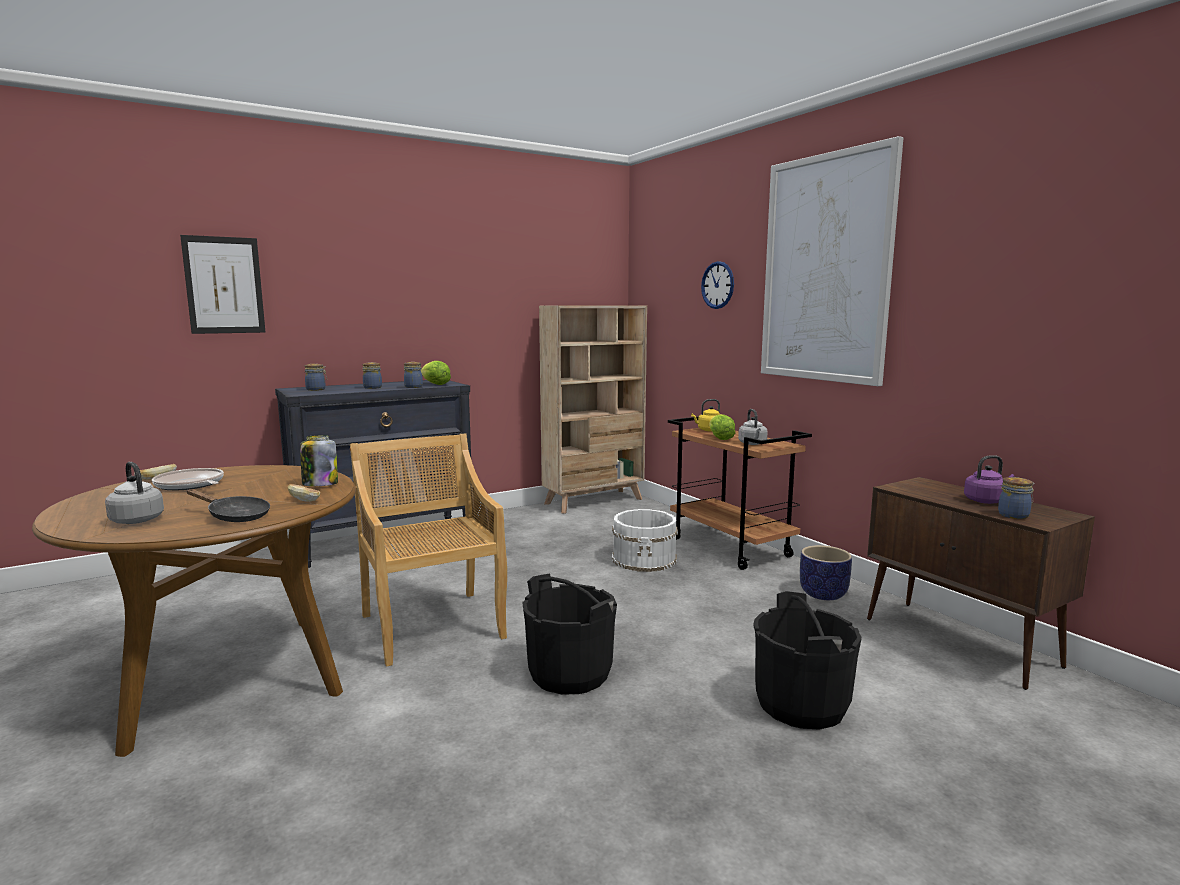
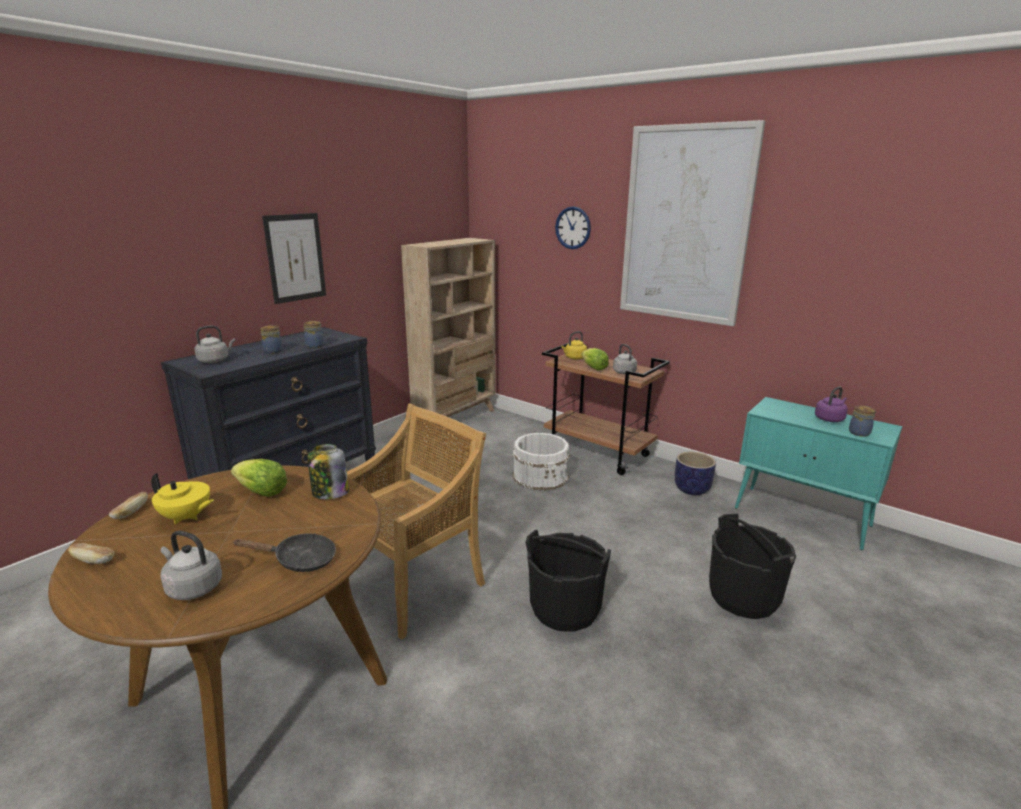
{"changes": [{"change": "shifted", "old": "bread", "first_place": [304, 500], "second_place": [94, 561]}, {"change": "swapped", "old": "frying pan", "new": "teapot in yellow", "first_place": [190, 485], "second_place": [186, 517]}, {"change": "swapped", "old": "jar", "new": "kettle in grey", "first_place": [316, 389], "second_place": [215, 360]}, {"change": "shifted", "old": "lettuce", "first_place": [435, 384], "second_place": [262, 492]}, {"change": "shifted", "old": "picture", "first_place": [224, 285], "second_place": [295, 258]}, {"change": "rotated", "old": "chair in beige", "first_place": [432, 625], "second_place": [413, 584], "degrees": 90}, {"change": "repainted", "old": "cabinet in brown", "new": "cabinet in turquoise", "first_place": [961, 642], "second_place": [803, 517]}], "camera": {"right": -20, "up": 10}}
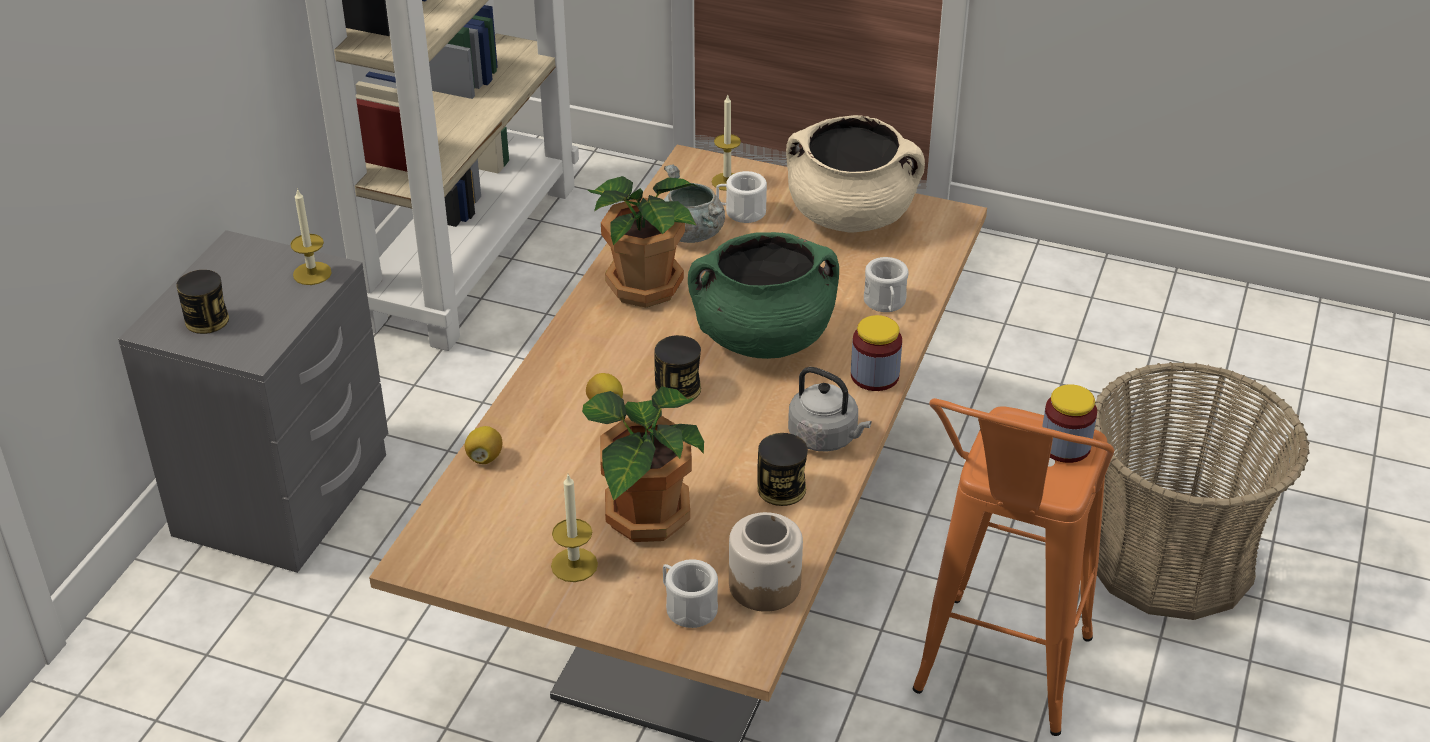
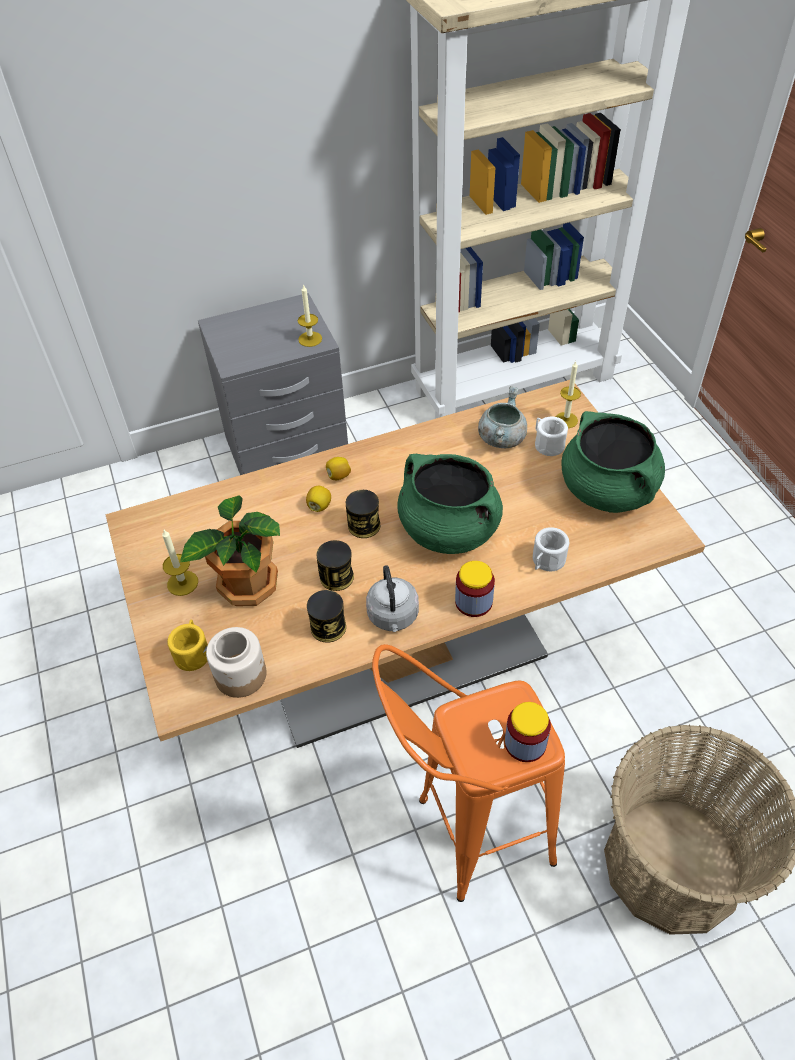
{"changes": [{"change": "repainted", "old": "mug in white", "new": "mug in yellow", "first_place": [687, 606], "second_place": [193, 652]}, {"change": "shifted", "old": "can", "first_place": [207, 320], "second_place": [336, 577]}, {"change": "shifted", "old": "lemon", "first_place": [485, 457], "second_place": [338, 476]}, {"change": "repainted", "old": "cooking pot in beige", "new": "cooking pot in green", "first_place": [851, 216], "second_place": [607, 490]}, {"change": "gone", "old": "potted plant", "first_place": [644, 284]}], "camera": {"right": 50, "up": 10}}
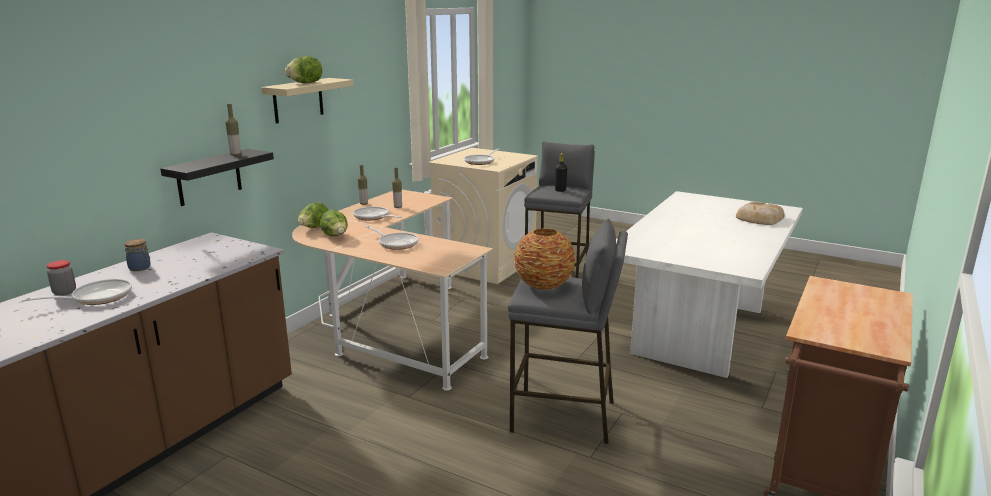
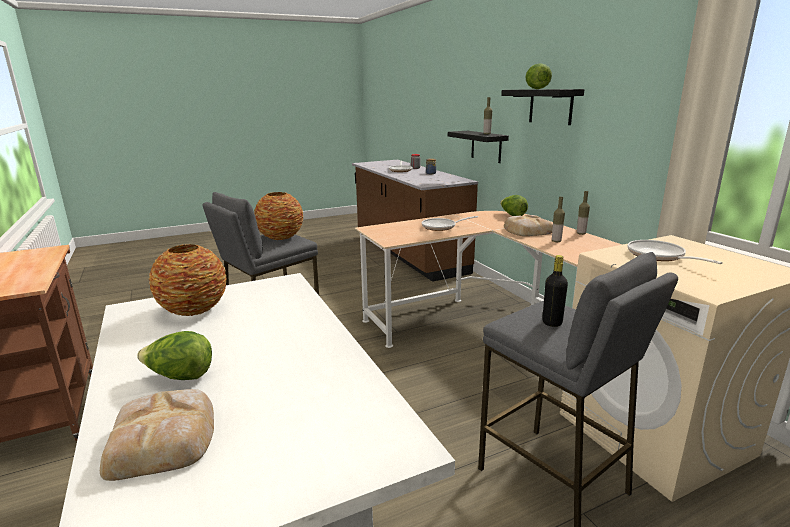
{"changes": [{"change": "shifted", "old": "lettuce", "first_place": [336, 236], "second_place": [180, 377]}, {"change": "new", "new": "vase", "second_place": [193, 310]}, {"change": "repainted", "old": "shelf in beige", "new": "shelf in black", "first_place": [298, 100], "second_place": [550, 106]}, {"change": "swapped", "old": "frying pan", "new": "bread", "first_place": [373, 217], "second_place": [526, 230]}], "camera": {"right": 125, "up": 0}}
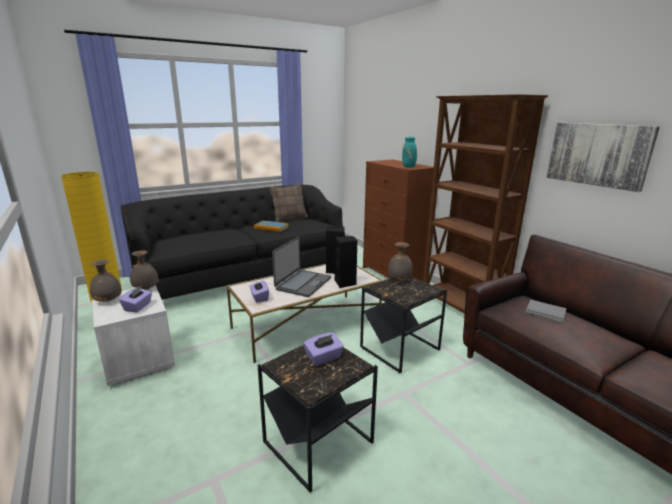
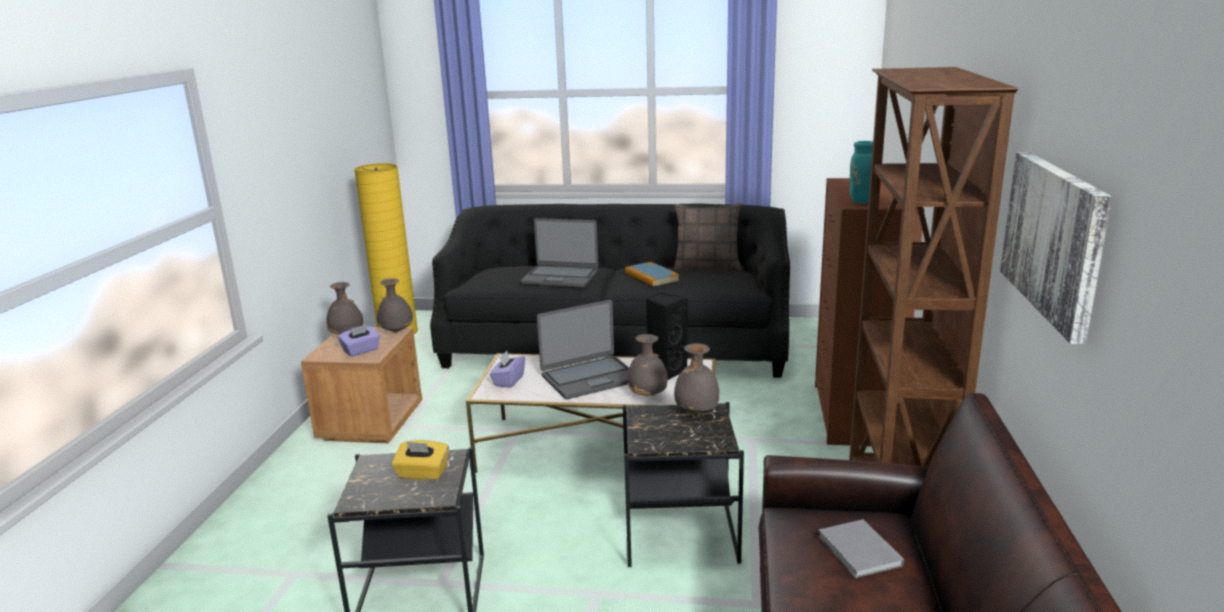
{"changes": [{"change": "repainted", "old": "nightstand in white", "new": "nightstand in brown", "first_place": [139, 361], "second_place": [371, 423]}, {"change": "repainted", "old": "tissue box in purple", "new": "tissue box in yellow", "first_place": [323, 358], "second_place": [422, 474]}, {"change": "new", "new": "laptop", "second_place": [560, 277]}, {"change": "swapped", "old": "speaker in black", "new": "vase in grey", "first_place": [345, 283], "second_place": [648, 395]}], "camera": {"right": 40, "up": 0}}
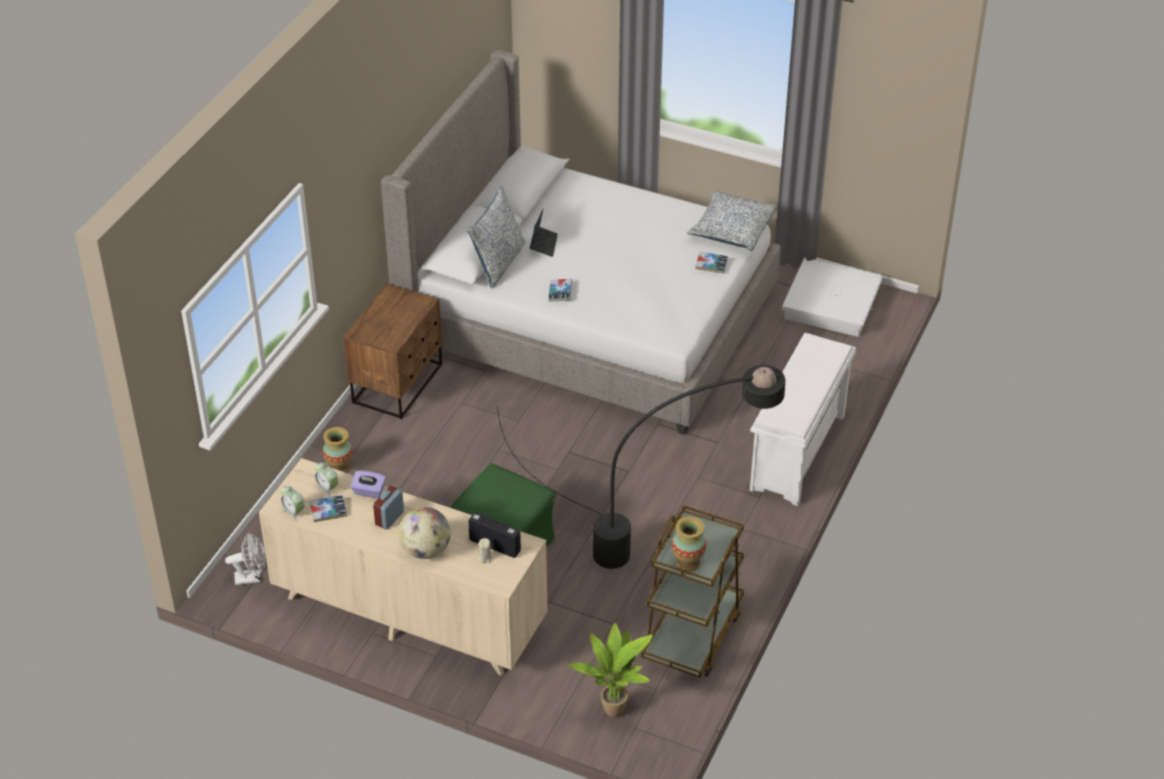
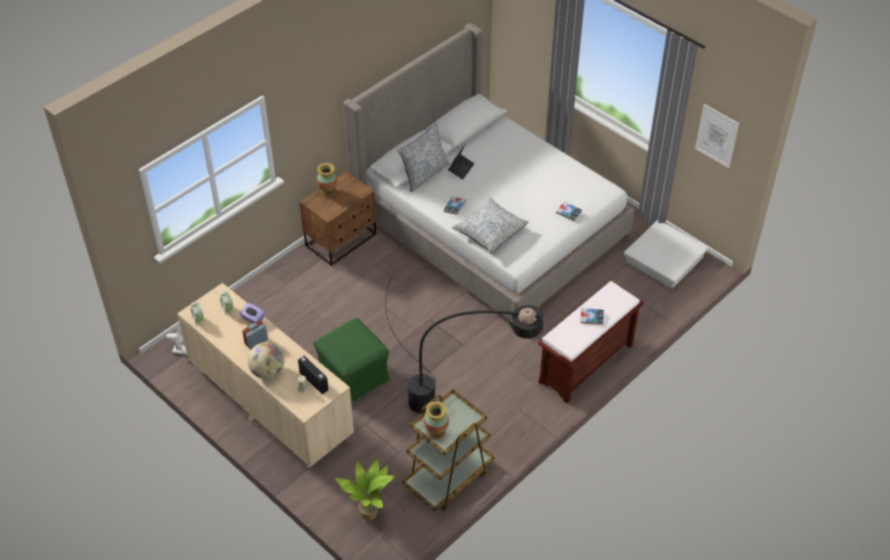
{"changes": [{"change": "shifted", "old": "vase", "first_place": [339, 468], "second_place": [328, 191]}, {"change": "shifted", "old": "pillow", "first_place": [732, 229], "second_place": [490, 231]}, {"change": "repainted", "old": "bench in white", "new": "bench in brown", "first_place": [798, 454], "second_place": [585, 365]}, {"change": "shifted", "old": "book", "first_place": [328, 511], "second_place": [591, 318]}, {"change": "new", "new": "picture", "second_place": [716, 136]}], "camera": {"right": 20, "up": 5}}
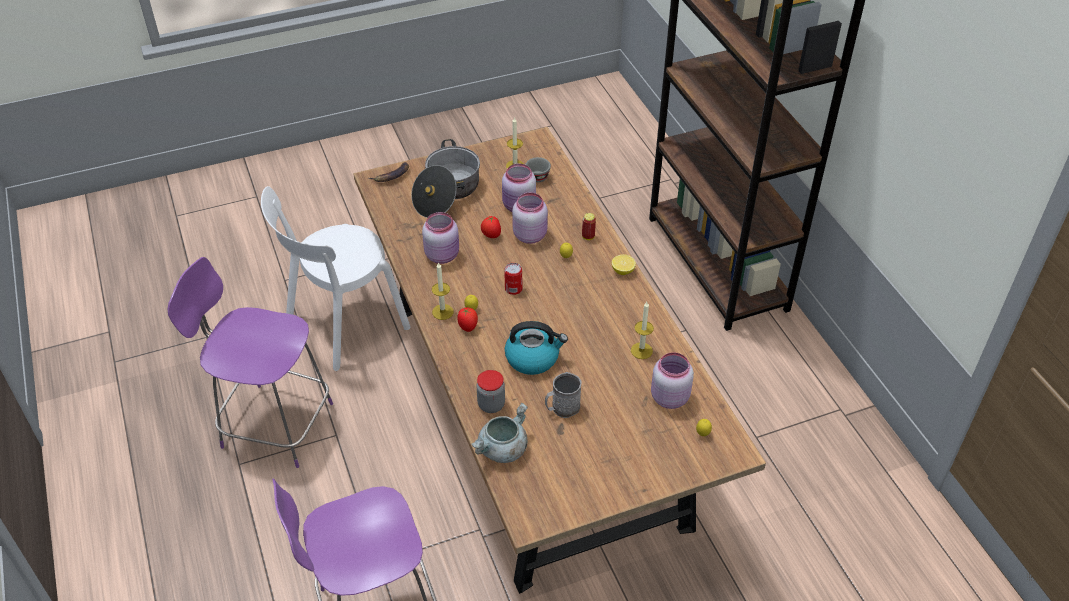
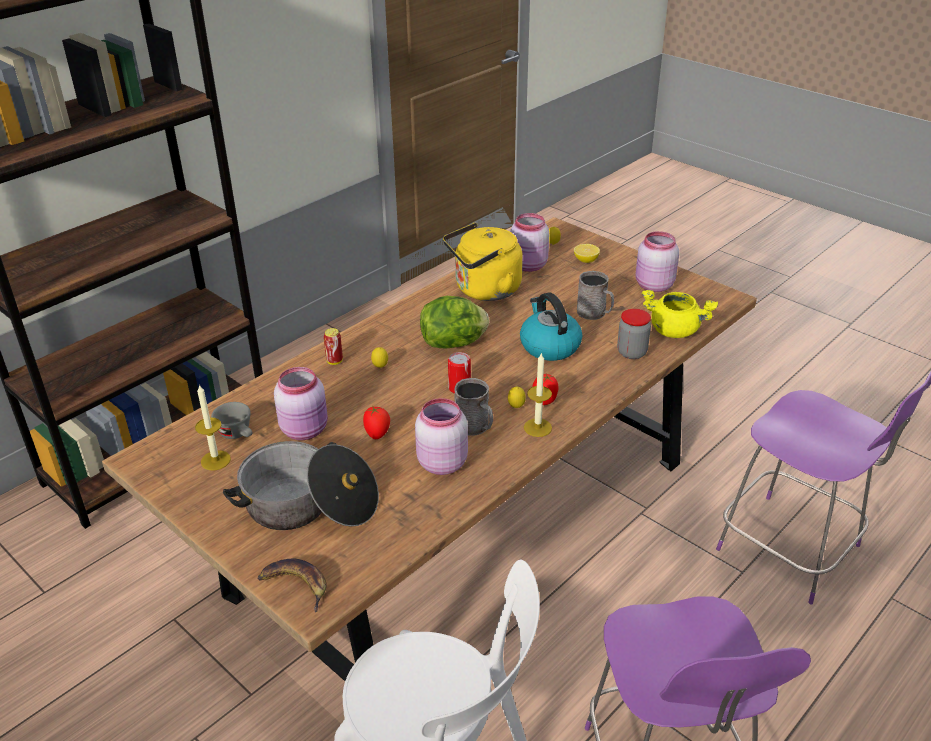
{"changes": [{"change": "new", "new": "lettuce", "second_place": [454, 344]}, {"change": "swapped", "old": "candle", "new": "kettle in yellow", "first_place": [641, 350], "second_place": [484, 290]}, {"change": "new", "new": "mug in grey", "second_place": [475, 427]}, {"change": "shifted", "old": "lemon", "first_place": [623, 271], "second_place": [586, 260]}, {"change": "shifted", "old": "jar in pink", "first_place": [530, 235], "second_place": [653, 285]}, {"change": "repainted", "old": "cooking pot in grey", "new": "cooking pot in yellow", "first_place": [502, 450], "second_place": [674, 330]}], "camera": {"right": -115, "up": -10}}
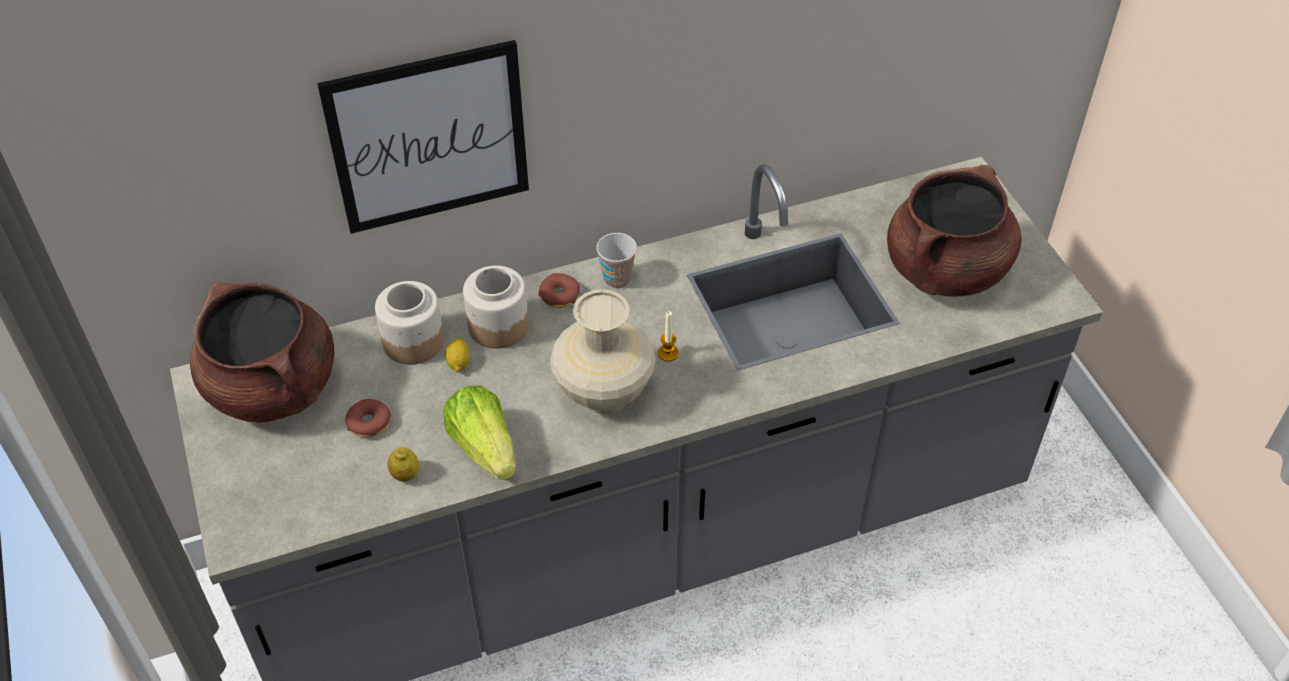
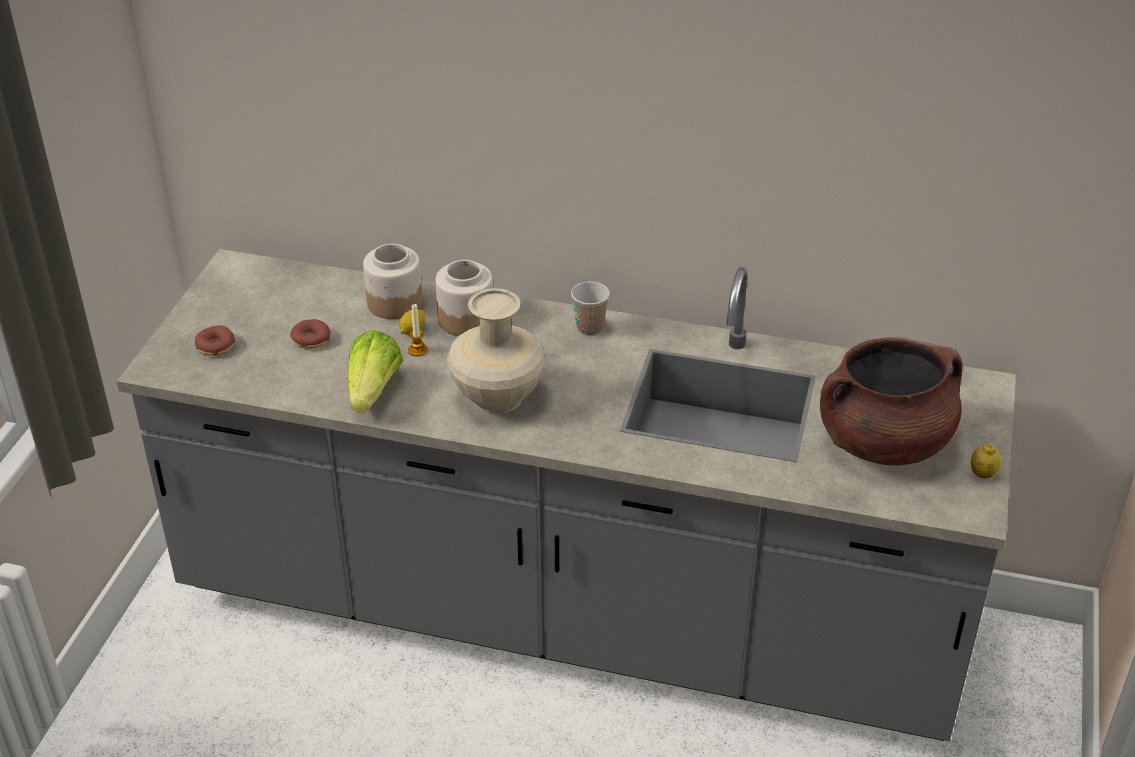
{"changes": [{"change": "shifted", "old": "donut", "first_place": [559, 295], "second_place": [216, 346]}, {"change": "shifted", "old": "candle", "first_place": [668, 353], "second_place": [417, 350]}, {"change": "shifted", "old": "lemon", "first_place": [405, 474], "second_place": [982, 474]}, {"change": "gone", "old": "cooking pot in brown", "first_place": [273, 387]}, {"change": "gone", "old": "picture", "first_place": [429, 138]}], "camera": {"right": 35, "up": -10}}
